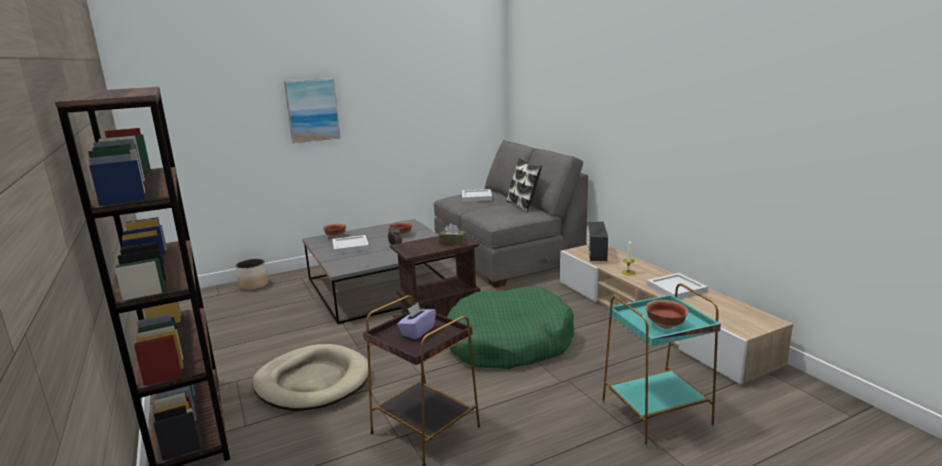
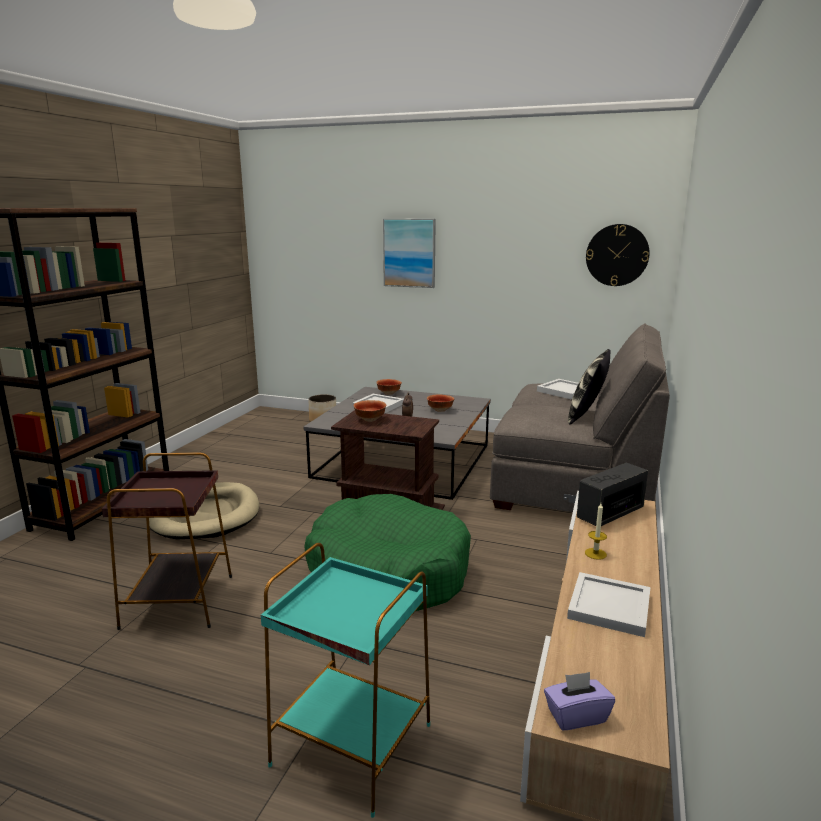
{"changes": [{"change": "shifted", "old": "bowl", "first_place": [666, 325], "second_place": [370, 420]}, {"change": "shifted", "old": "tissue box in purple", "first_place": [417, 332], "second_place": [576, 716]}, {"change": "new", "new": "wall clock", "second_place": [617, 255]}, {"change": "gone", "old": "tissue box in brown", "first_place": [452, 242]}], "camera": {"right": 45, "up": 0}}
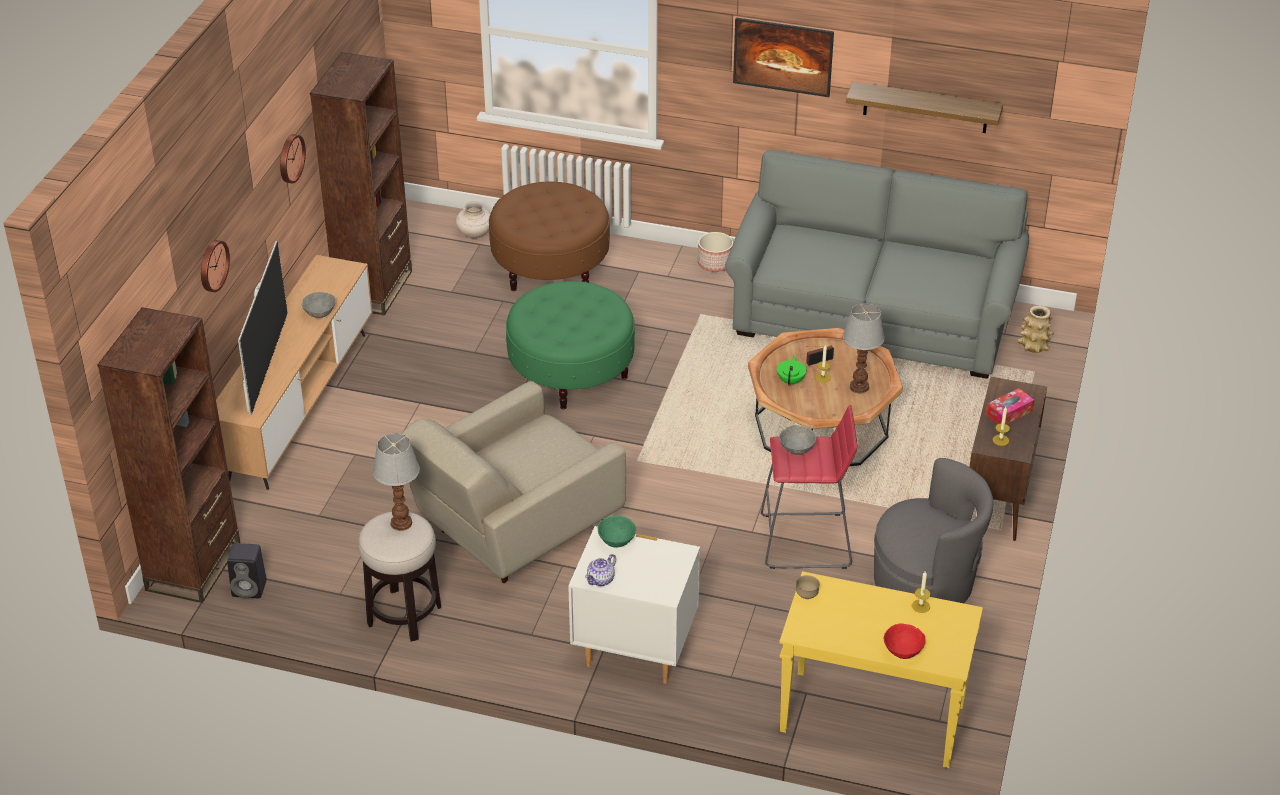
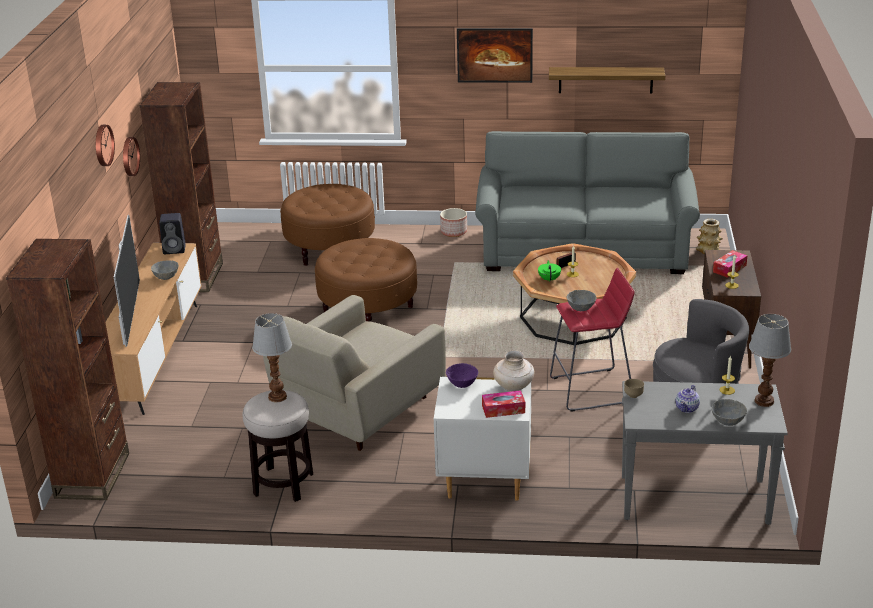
{"changes": [{"change": "shifted", "old": "wall clock", "first_place": [212, 265], "second_place": [102, 145]}, {"change": "shifted", "old": "speaker in black", "first_place": [250, 588], "second_place": [175, 249]}, {"change": "repainted", "old": "ottoman in green", "new": "ottoman in brown", "first_place": [571, 373], "second_place": [368, 309]}, {"change": "repainted", "old": "bowl in green", "new": "bowl in purple", "first_place": [617, 541], "second_place": [462, 384]}, {"change": "new", "new": "tissue box", "second_place": [503, 409]}, {"change": "shifted", "old": "vase in beige", "first_place": [475, 234], "second_place": [513, 387]}, {"change": "repainted", "old": "console table in yellow", "new": "console table in grey", "first_place": [870, 719], "second_place": [692, 500]}, {"change": "shifted", "old": "teapot", "first_place": [601, 579], "second_place": [687, 408]}, {"change": "repainted", "old": "bowl in red", "new": "bowl in grey", "first_place": [903, 651], "second_place": [727, 421]}, {"change": "shifted", "old": "table lamp", "first_place": [858, 387], "second_place": [763, 401]}], "camera": {"right": -10, "up": -10}}
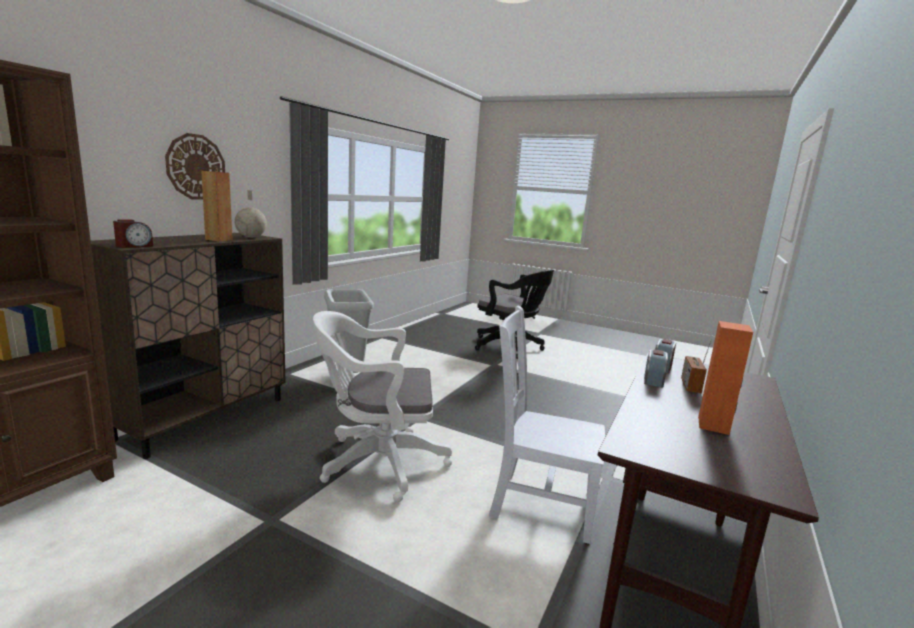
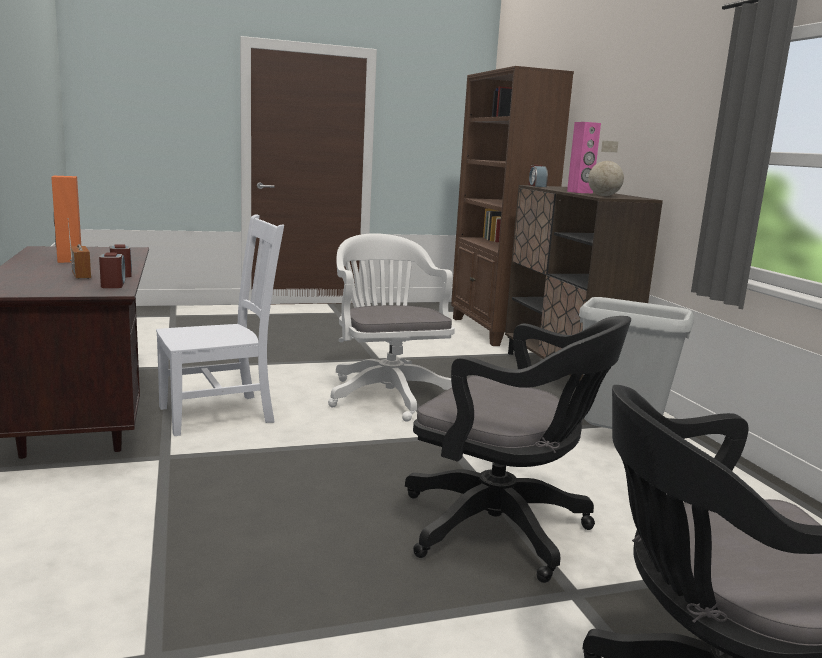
{"changes": [{"change": "rotated", "old": "office chair in white", "first_place": [377, 462], "second_place": [387, 394], "degrees": -60}, {"change": "new", "new": "office chair in black", "second_place": [504, 530]}, {"change": "repainted", "old": "speaker in brown", "new": "speaker in pink", "first_place": [219, 240], "second_place": [580, 192]}, {"change": "gone", "old": "wall clock", "first_place": [196, 167]}], "camera": {"right": 135, "up": 0}}
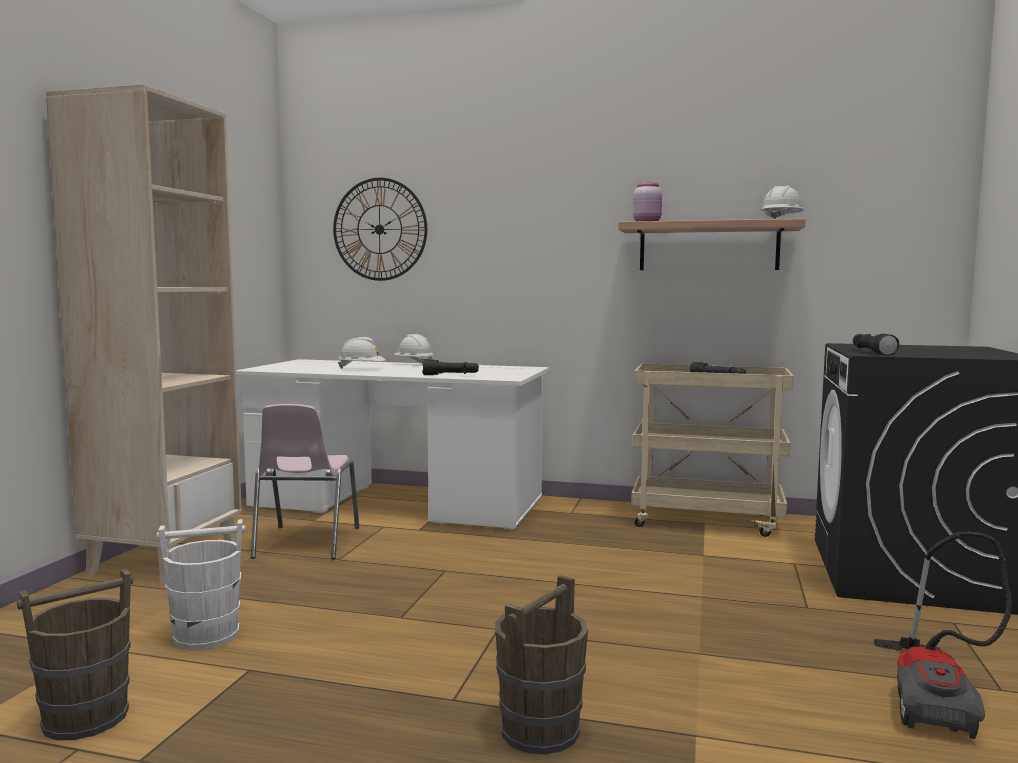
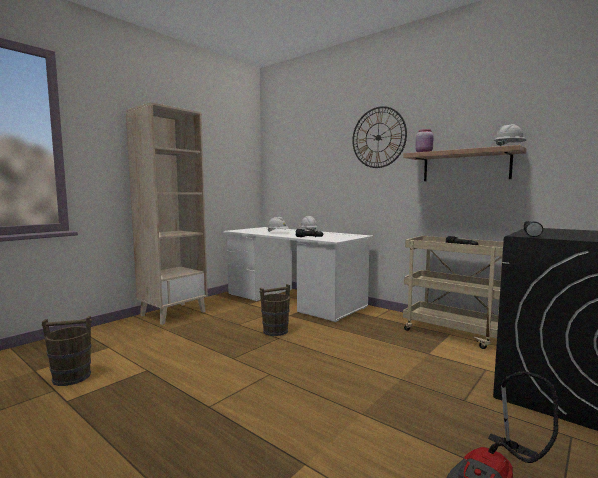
{"changes": [{"change": "shifted", "old": "bucket in brown", "first_place": [540, 730], "second_place": [275, 331]}, {"change": "shifted", "old": "wall clock", "first_place": [379, 229], "second_place": [378, 137]}, {"change": "gone", "old": "bucket in white", "first_place": [207, 635]}, {"change": "gone", "old": "chair in pink", "first_place": [305, 543]}], "camera": {"right": 25, "up": 0}}
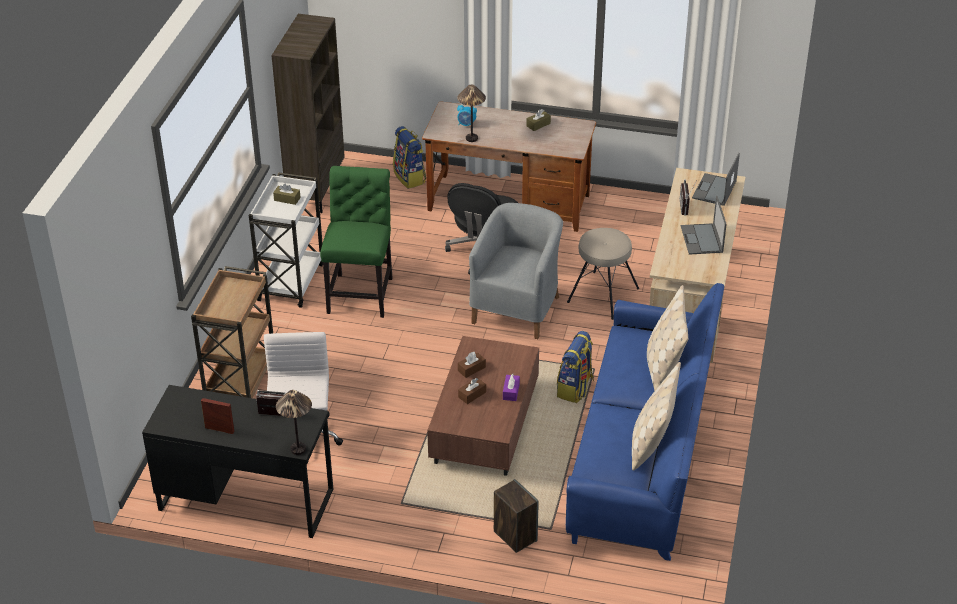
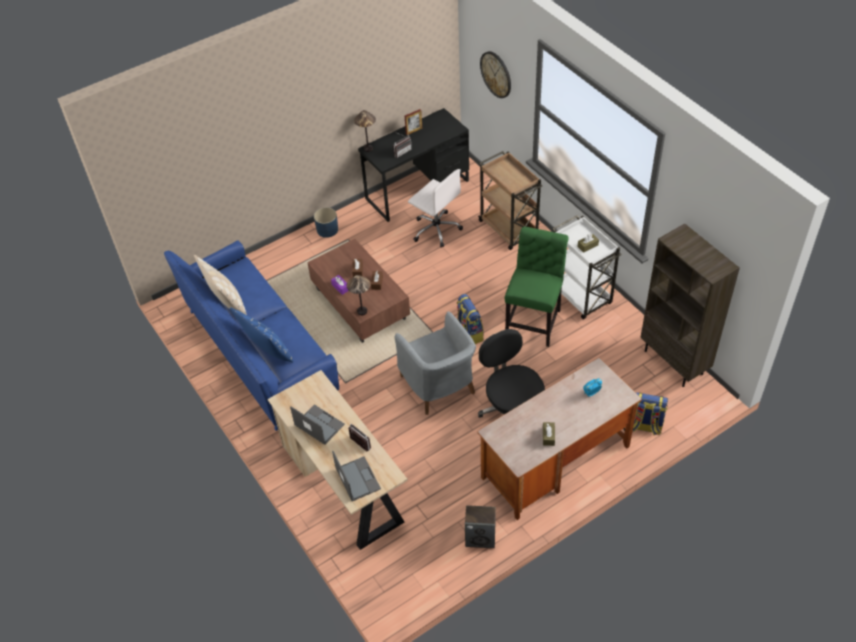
{"changes": [{"change": "repainted", "old": "pillow in beige", "new": "pillow in blue", "first_place": [664, 366], "second_place": [267, 351]}, {"change": "new", "new": "planter in blue", "second_place": [327, 229]}, {"change": "shifted", "old": "table lamp", "first_place": [471, 138], "second_place": [362, 311]}, {"change": "shifted", "old": "backpack", "first_place": [575, 389], "second_place": [468, 333]}, {"change": "shifted", "old": "speaker", "first_place": [514, 536], "second_place": [480, 538]}, {"change": "new", "new": "wall clock", "second_place": [496, 74]}, {"change": "rotated", "old": "chair in green", "first_place": [361, 293], "second_place": [534, 321], "degrees": -120}, {"change": "gone", "old": "stool in beige", "first_place": [602, 295]}], "camera": {"right": 135, "up": 10}}
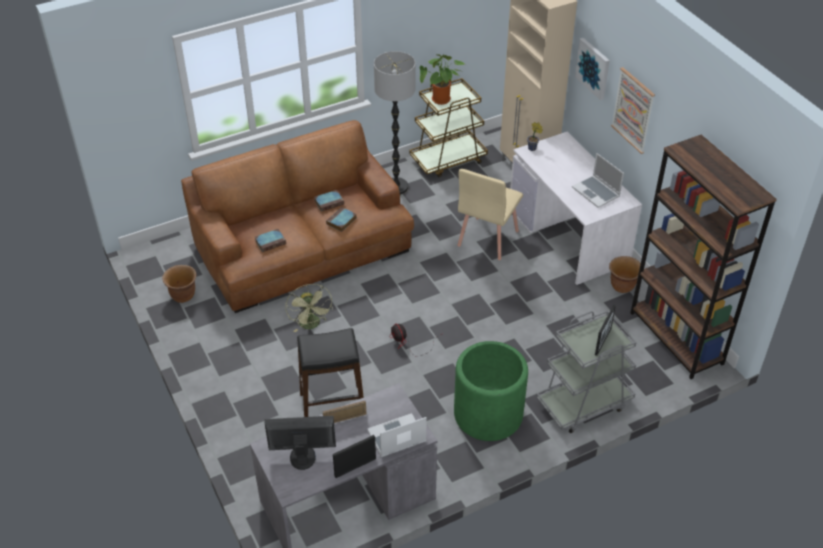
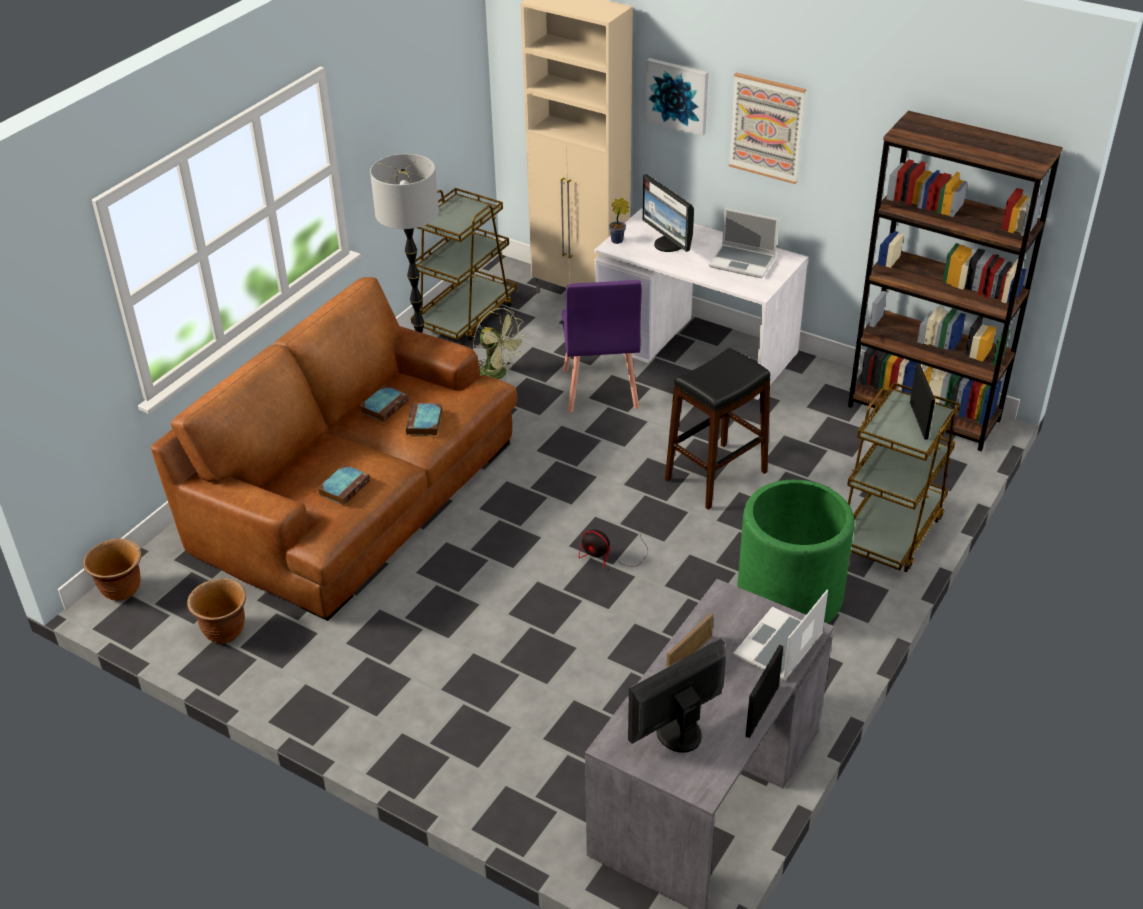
{"changes": [{"change": "shifted", "old": "planter in brown", "first_place": [622, 286], "second_place": [122, 590]}, {"change": "shifted", "old": "fan in green", "first_place": [311, 325], "second_place": [498, 374]}, {"change": "repainted", "old": "chair in beige", "new": "chair in purple", "first_place": [487, 238], "second_place": [599, 389]}, {"change": "new", "new": "monitor", "second_place": [669, 244]}, {"change": "shifted", "old": "stool in black", "first_place": [333, 406], "second_place": [716, 475]}, {"change": "repainted", "old": "cart in grey", "new": "cart in brown", "first_place": [583, 403], "second_place": [890, 531]}, {"change": "gone", "old": "potted plant", "first_place": [441, 101]}], "camera": {"right": -30, "up": -5}}
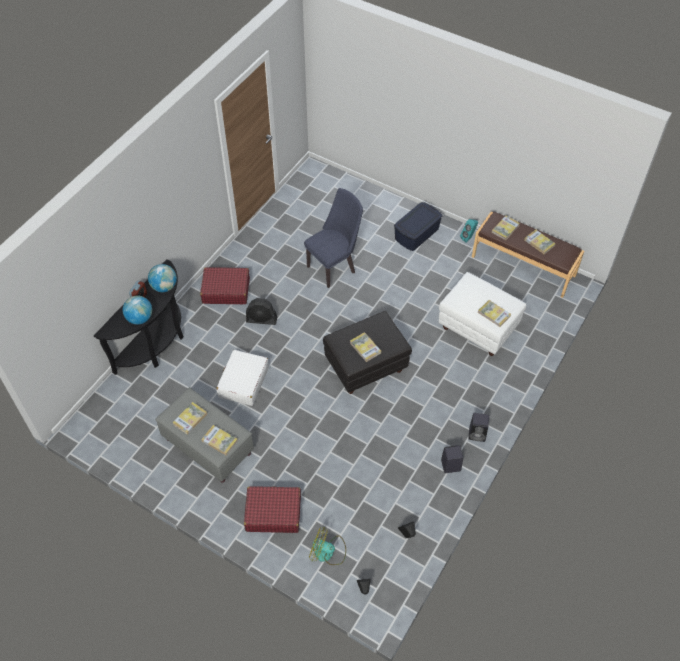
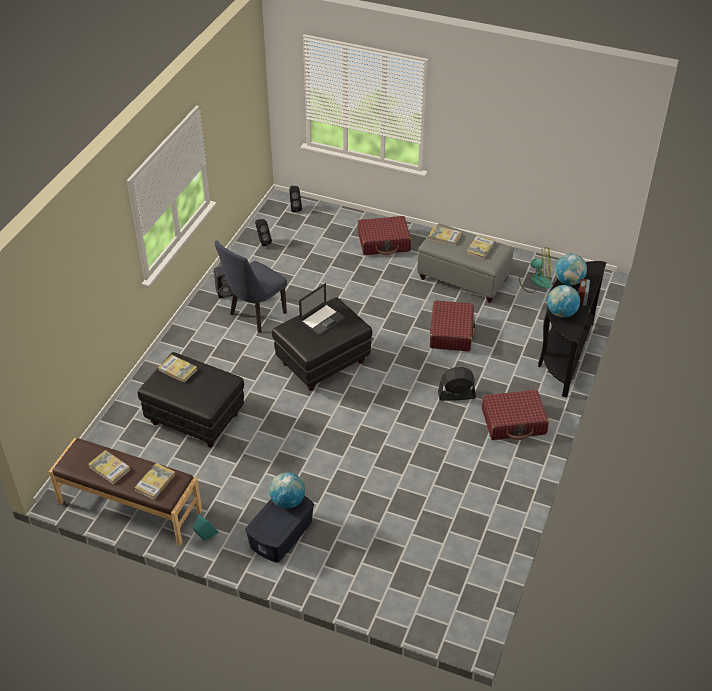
{"changes": [{"change": "repainted", "old": "ottoman in white", "new": "ottoman in black", "first_place": [478, 328], "second_place": [195, 419]}, {"change": "shifted", "old": "chair in blue", "first_place": [334, 267], "second_place": [254, 316]}, {"change": "new", "new": "globe", "second_place": [287, 501]}, {"change": "swapped", "old": "book", "new": "laptop", "first_place": [365, 348], "second_place": [322, 319]}, {"change": "repainted", "old": "suitcase in white", "new": "suitcase in red", "first_place": [243, 382], "second_place": [451, 332]}, {"change": "shifted", "old": "fan", "first_place": [327, 552], "second_place": [535, 281]}, {"change": "gone", "old": "speaker in black", "first_place": [478, 434]}], "camera": {"right": 170, "up": -10}}
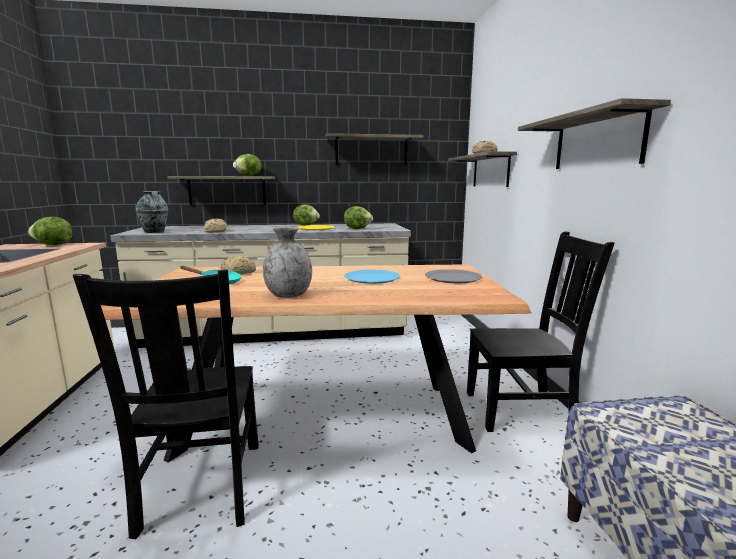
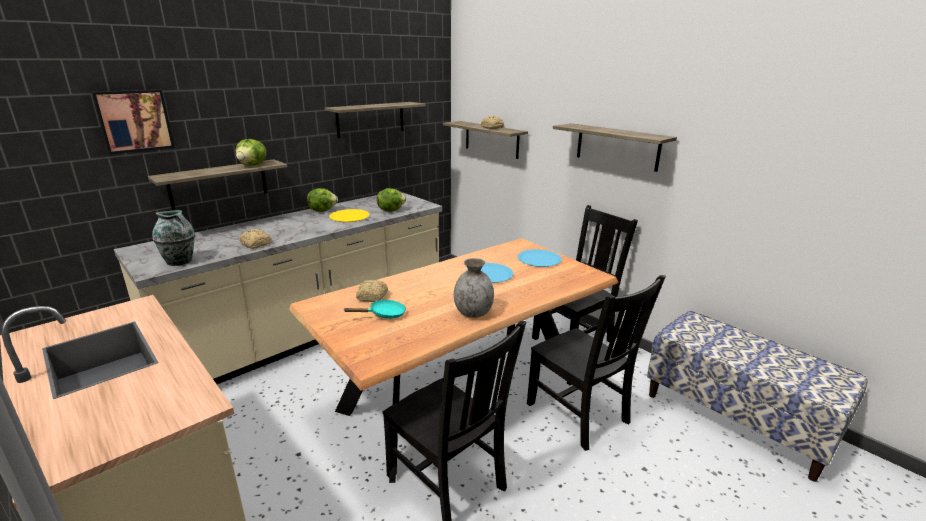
{"changes": [{"change": "new", "new": "picture", "second_place": [134, 120]}, {"change": "repainted", "old": "plate in grey", "new": "plate in blue", "first_place": [453, 277], "second_place": [539, 259]}, {"change": "new", "new": "chair in black", "second_place": [580, 415]}, {"change": "gone", "old": "lettuce", "first_place": [53, 245]}], "camera": {"right": -35, "up": 10}}
